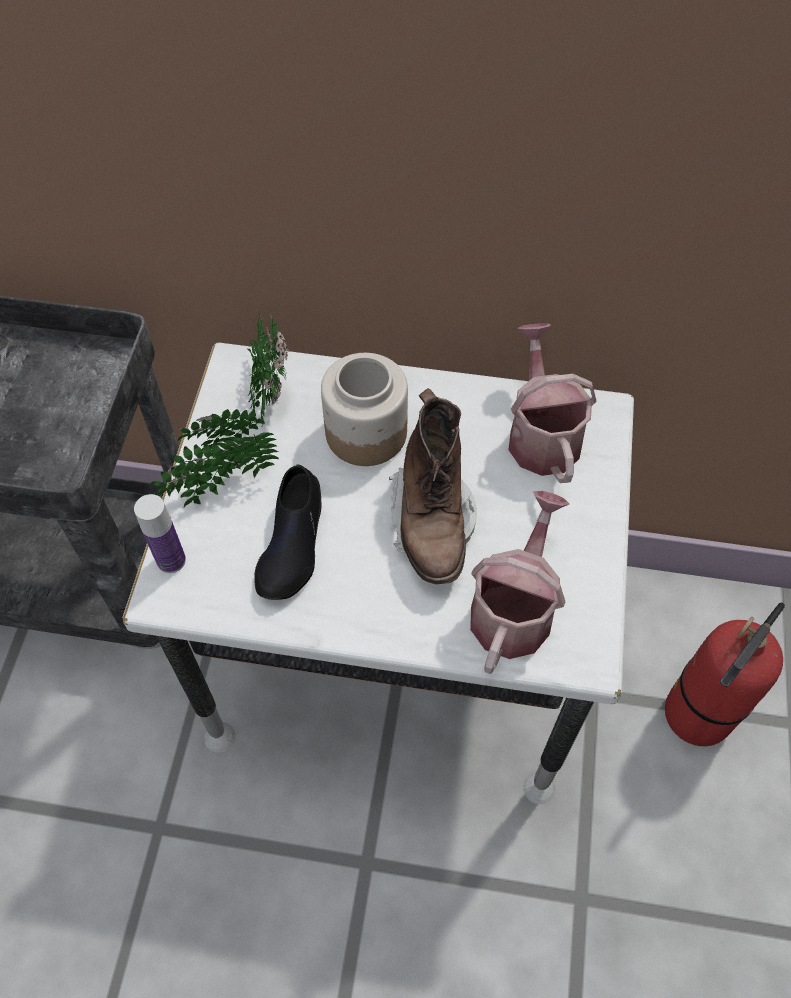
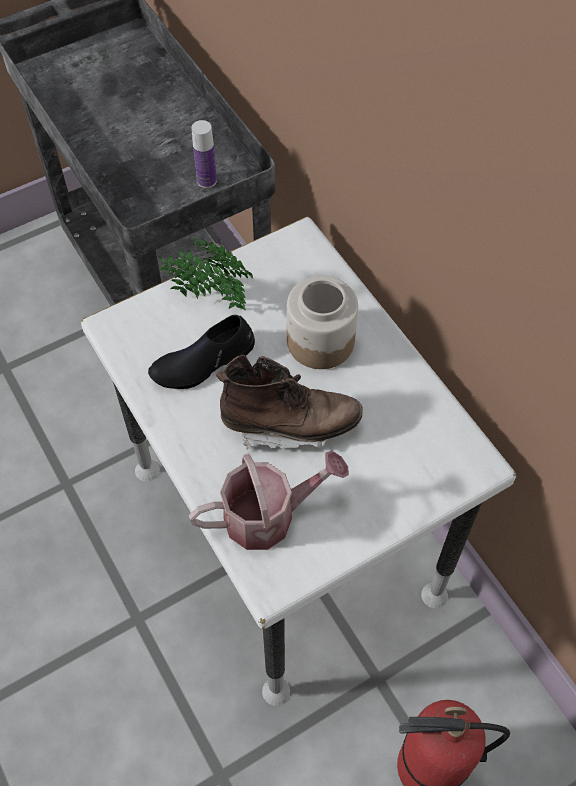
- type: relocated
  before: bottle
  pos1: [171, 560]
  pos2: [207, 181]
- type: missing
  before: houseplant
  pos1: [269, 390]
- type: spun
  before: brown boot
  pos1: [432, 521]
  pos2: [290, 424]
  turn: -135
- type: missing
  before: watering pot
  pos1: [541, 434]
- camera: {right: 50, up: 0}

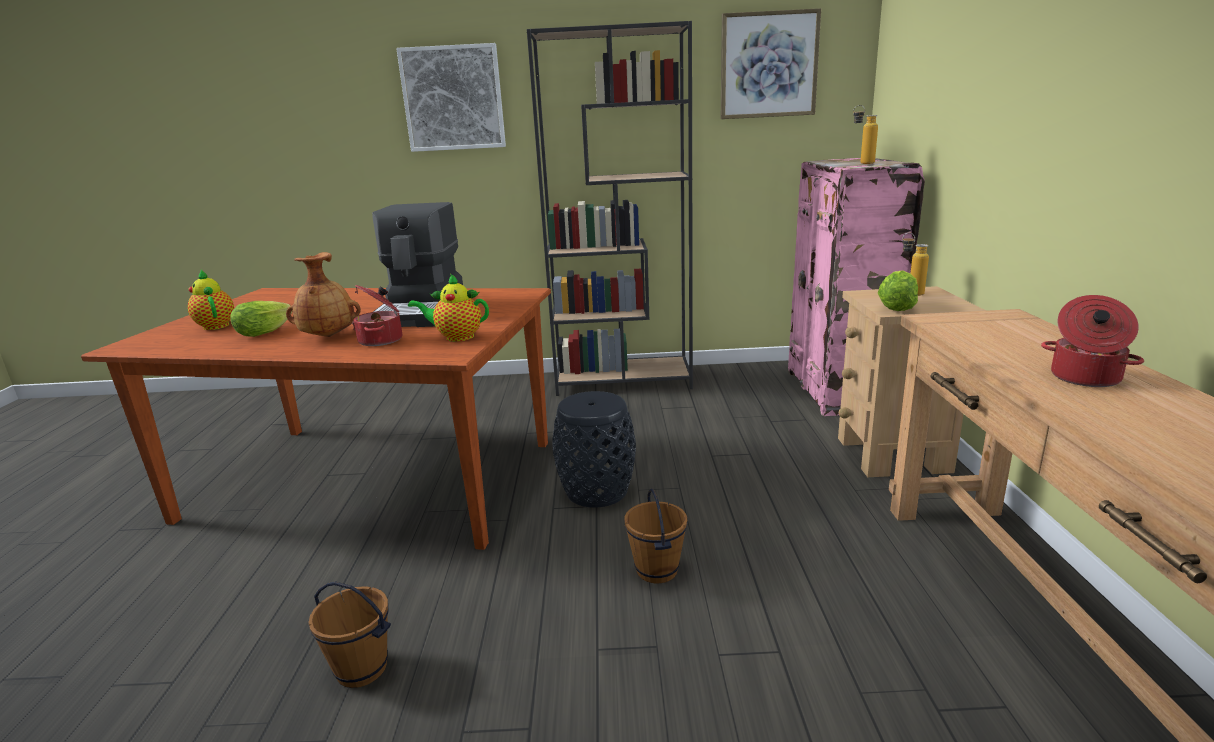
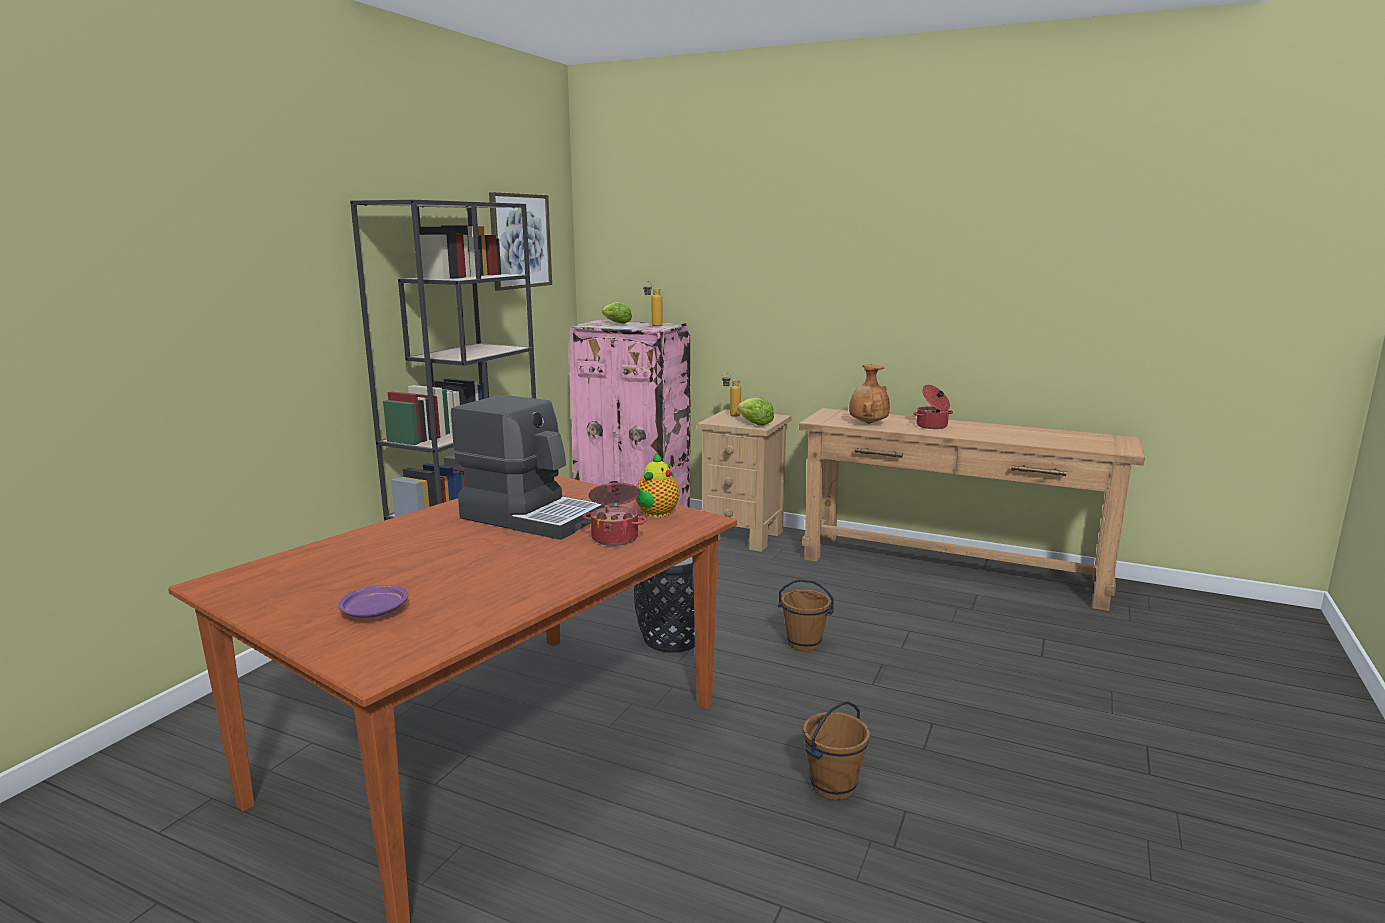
- type: exchanged
  before: teapot
  after: purple-coloured flat dish
  pos1: [215, 325]
  pos2: [375, 611]
- type: relocated
  before: head of lettuce
  pos1: [267, 331]
  pos2: [615, 323]
- type: relocated
  before: brown vase
  pos1: [329, 336]
  pos2: [867, 423]
- type: missing
  before: wall picture
  pos1: [453, 98]
- camera: {right: -65, up: -5}

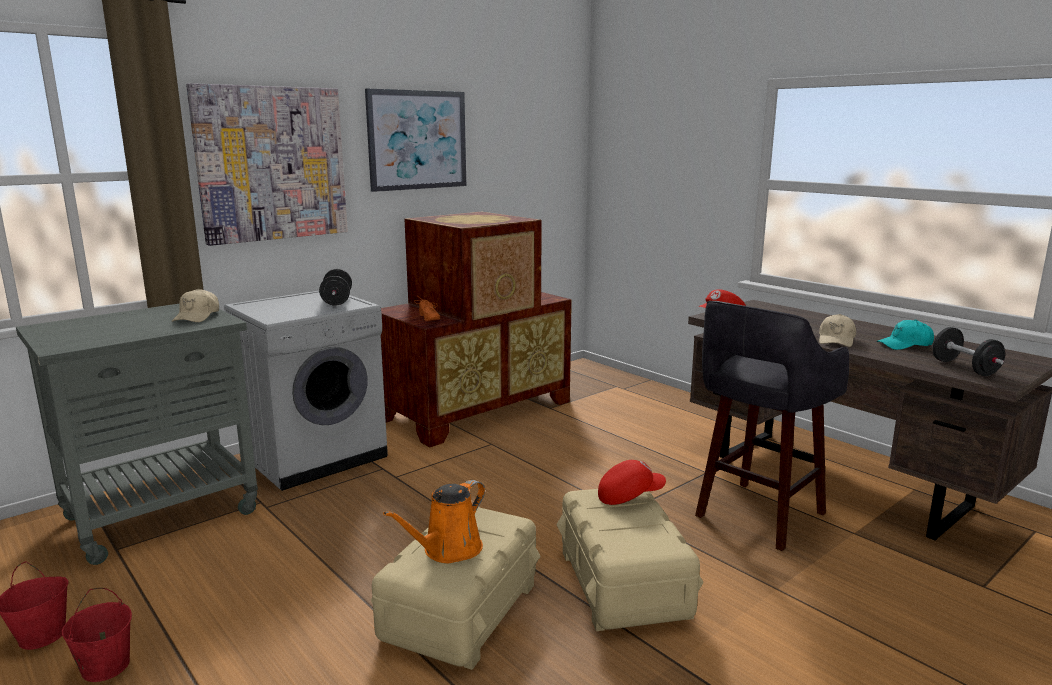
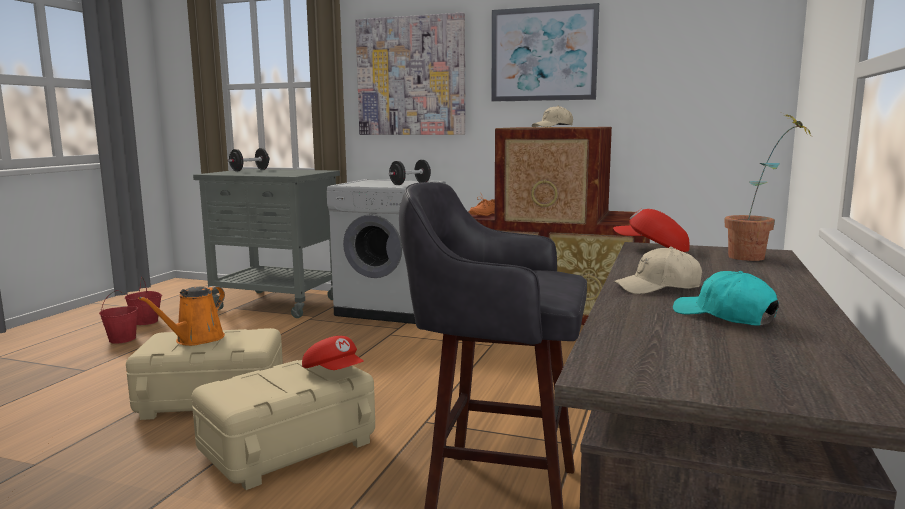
- type: relocated
  before: sand-coloured cap
  pos1: [197, 316]
  pos2: [553, 127]
- type: spun
  before: orange watering pot
  pos1: [448, 550]
  pos2: [196, 340]
  turn: -75
- type: relocated
  before: black dumbbell
  pos1: [964, 368]
  pos2: [250, 170]
- type: appeared
  after: houseplant
  pos2: [758, 258]
- camera: {right: 60, up: -5}

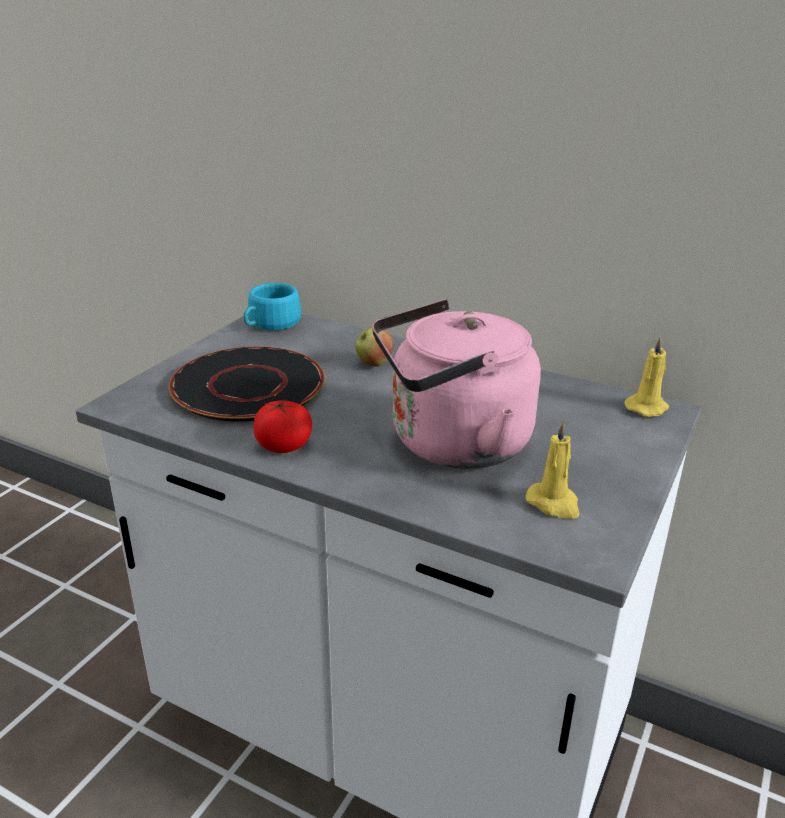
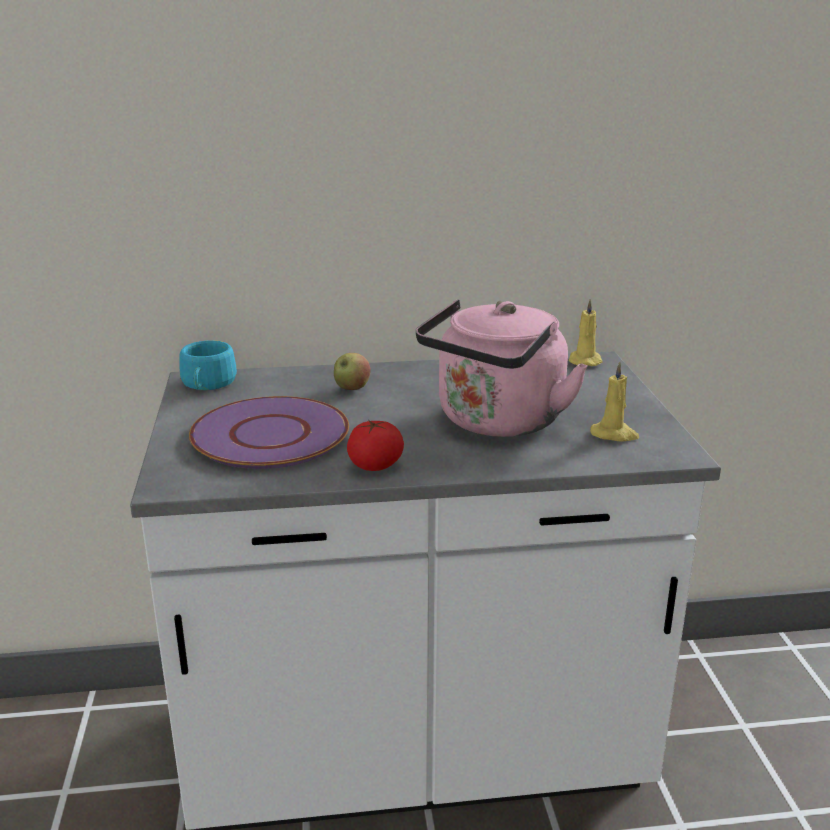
- type: colour
  before: black flat dish
  after: purple-coloured flat dish
  pos1: [247, 386]
  pos2: [269, 435]
- camera: {right: -35, up: -5}

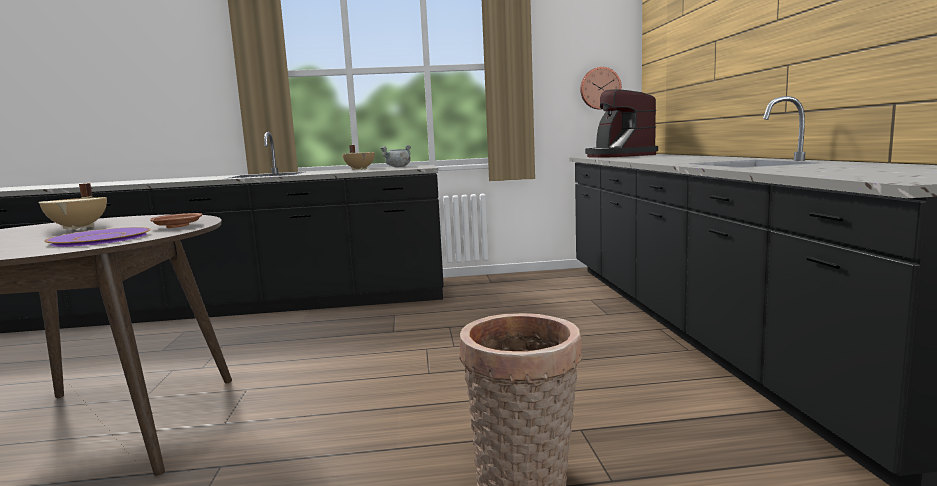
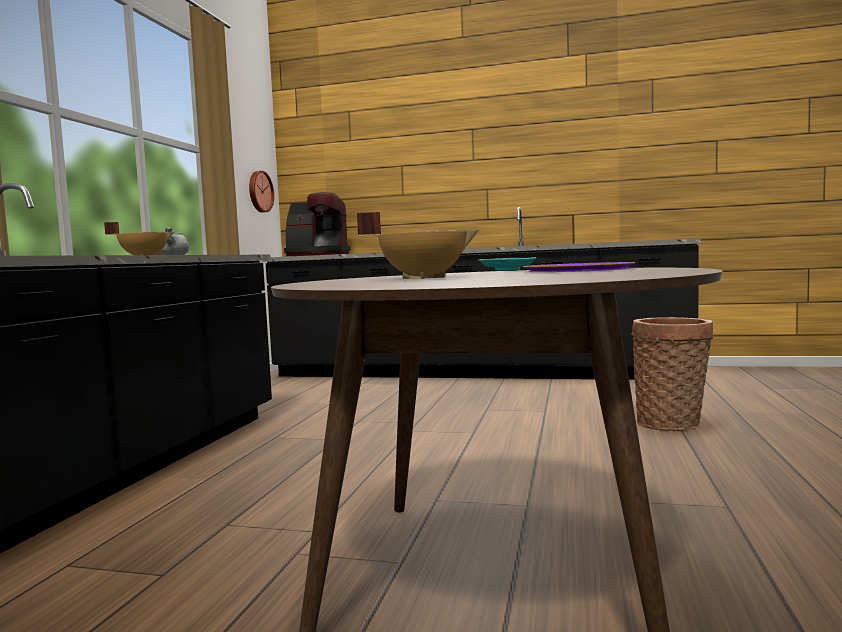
- type: colour
  before: brown flat dish
  after: blue-green flat dish
  pos1: [178, 226]
  pos2: [506, 271]
- camera: {right: -70, up: -5}

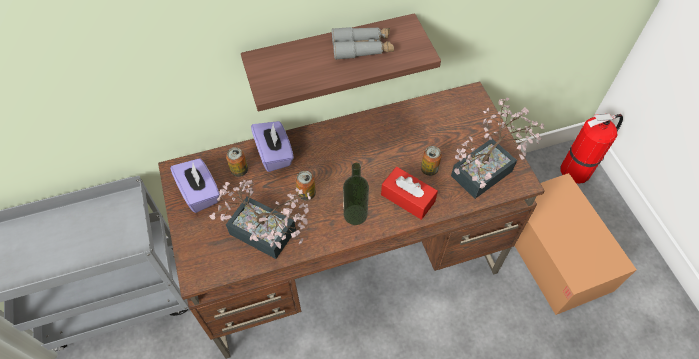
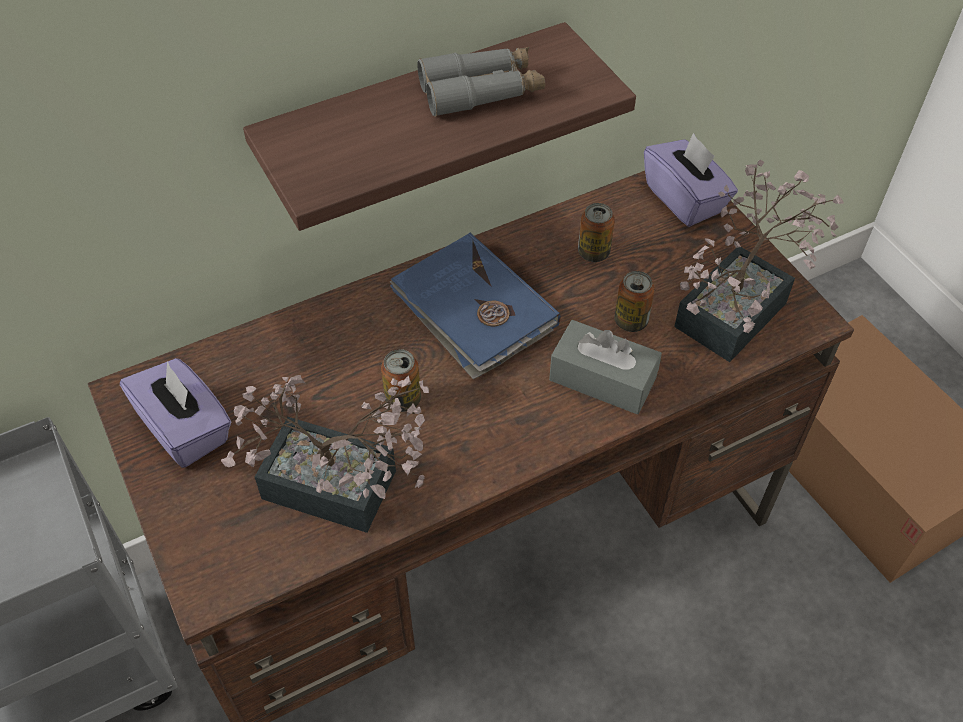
- type: relocated
  before: sealed can
  pos1: [239, 170]
  pos2: [593, 252]
- type: relocated
  before: purple-coloured box of tissues
  pos1: [274, 154]
  pos2: [685, 199]
- type: missing
  before: bottle
  pos1: [355, 214]
- type: colour
  before: red-coloured box of tissues
  after: gray box of tissues
  pos1: [407, 198]
  pos2: [602, 379]
- type: missing
  before: fire extinguisher
  pos1: [577, 170]
- type: appeared
  after: blue bound book
  pos2: [473, 310]
- camera: {right: -10, up: -5}

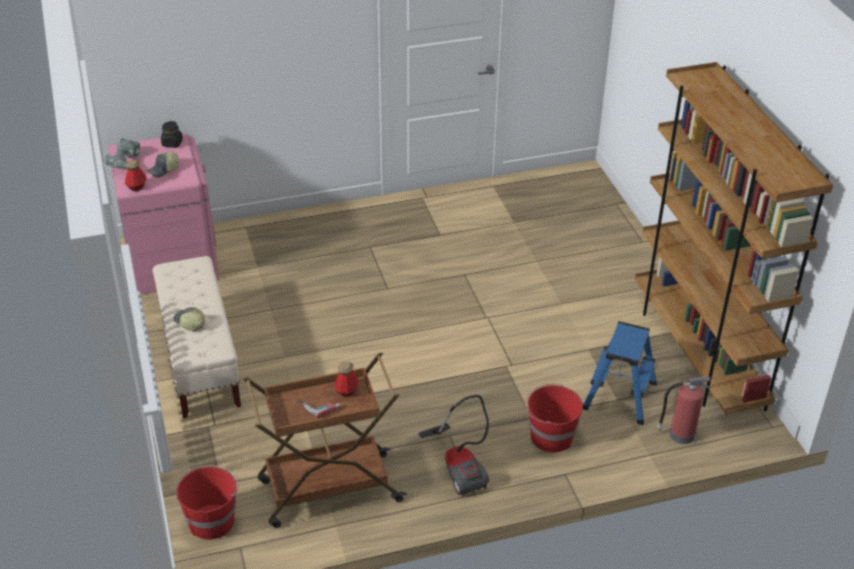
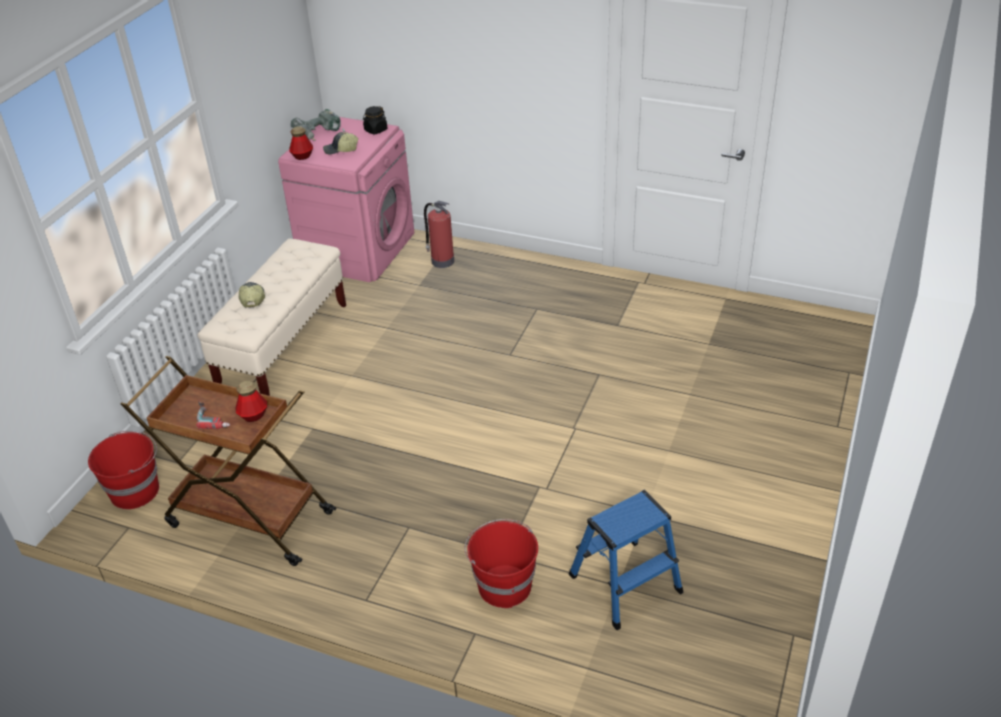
- type: missing
  before: vacuum cleaner
  pos1: [461, 466]
- type: missing
  before: brown bookshelf
  pos1: [698, 353]
- type: relocated
  before: fire extinguisher
  pos1: [680, 434]
  pos2: [442, 260]
- camera: {right: 40, up: 0}

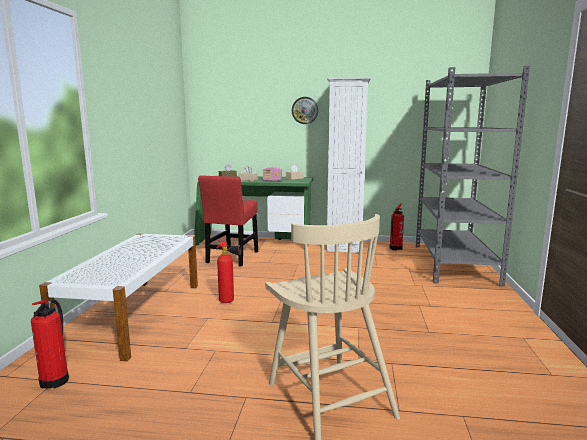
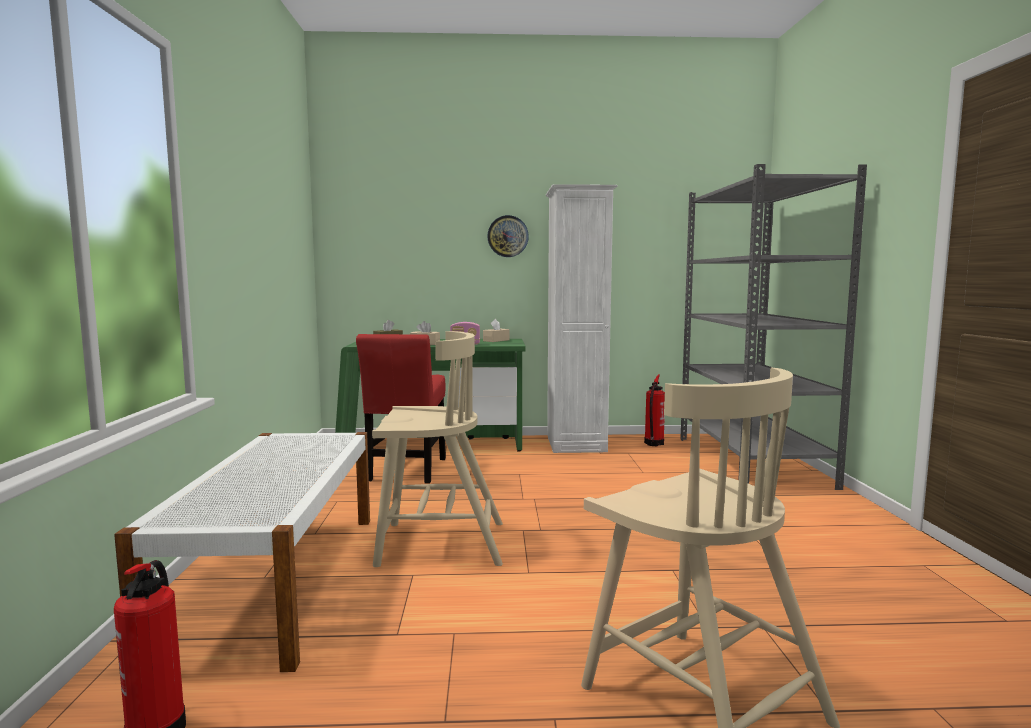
- type: exchanged
  before: fire extinguisher
  after: sand-coloured plain chair
  pos1: [230, 302]
  pos2: [438, 543]
- camera: {right: -10, up: -5}

